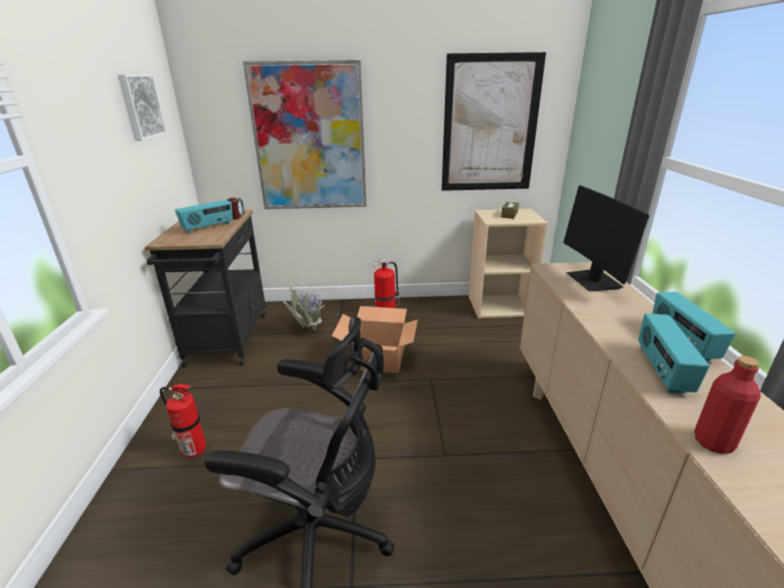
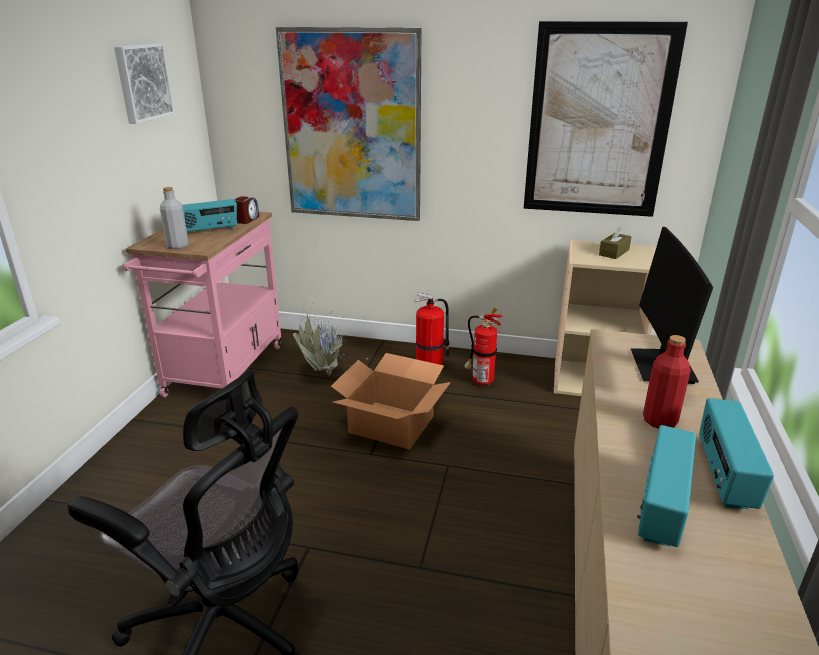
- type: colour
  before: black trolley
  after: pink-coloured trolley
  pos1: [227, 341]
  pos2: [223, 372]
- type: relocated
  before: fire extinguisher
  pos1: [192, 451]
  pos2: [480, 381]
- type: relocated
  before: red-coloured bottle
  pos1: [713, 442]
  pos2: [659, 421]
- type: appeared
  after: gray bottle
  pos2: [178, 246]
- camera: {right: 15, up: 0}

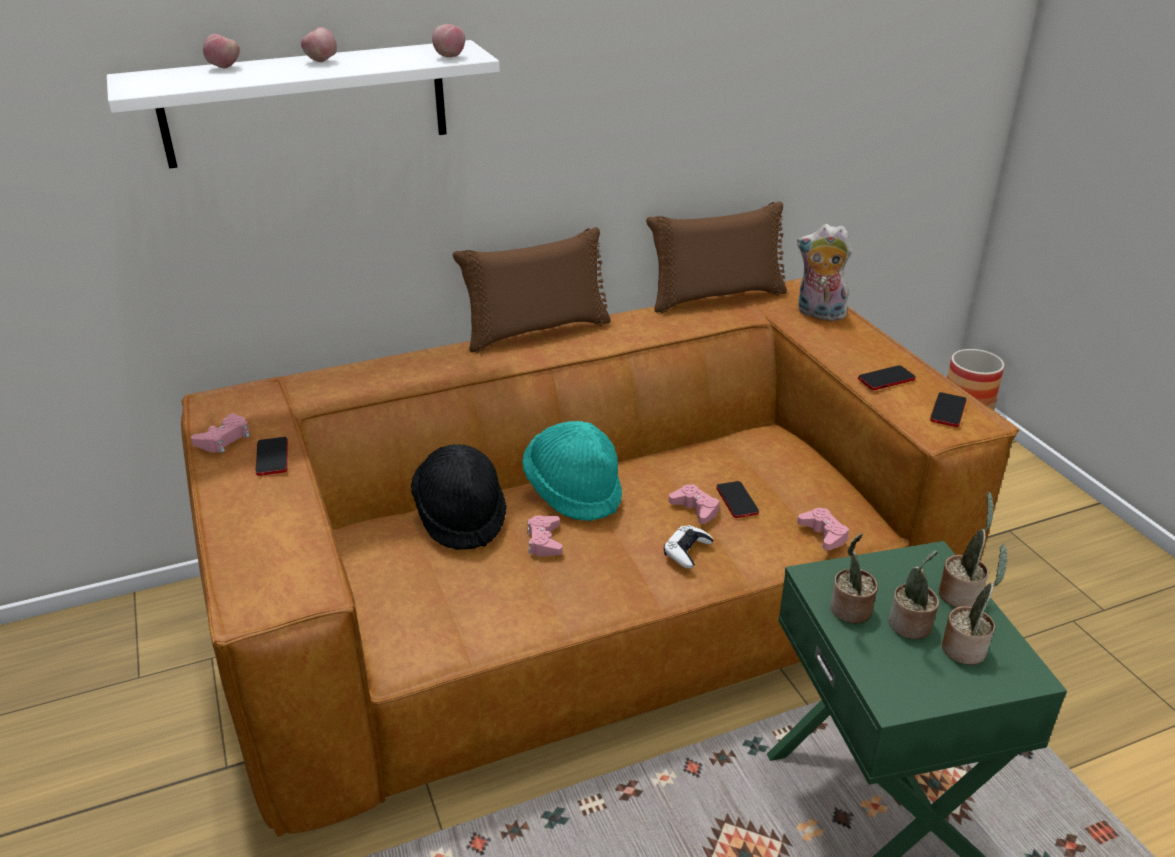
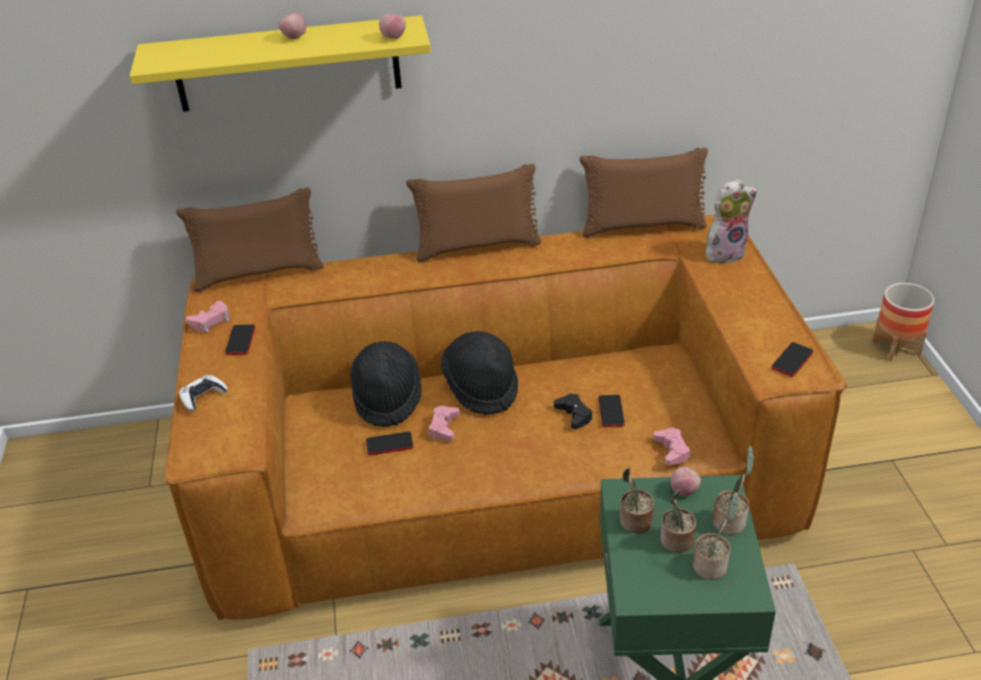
- type: colour
  before: white-coloured shelf
  after: yellow-coloured shelf
  pos1: [306, 104]
  pos2: [287, 64]
- type: relocated
  before: apple
  pos1: [224, 68]
  pos2: [684, 491]
- type: colour
  before: blue-green wearable hat
  after: black wearable hat
  pos1: [574, 491]
  pos2: [481, 387]
- type: relocated
  before: white-coloured gamepad
  pos1: [687, 551]
  pos2: [203, 396]
- type: colour
  before: pink-coloured gamepad
  after: black gamepad
  pos1: [695, 509]
  pos2: [574, 415]
- type: spun
  before: soft toy
  pos1: [818, 314]
  pos2: [725, 252]
  turn: 120
- type: relocated
  before: phone
  pos1: [886, 379]
  pos2: [389, 444]
- type: appeared
  after: brown pillow
  pos2: [259, 273]
- camera: {right: 15, up: 5}

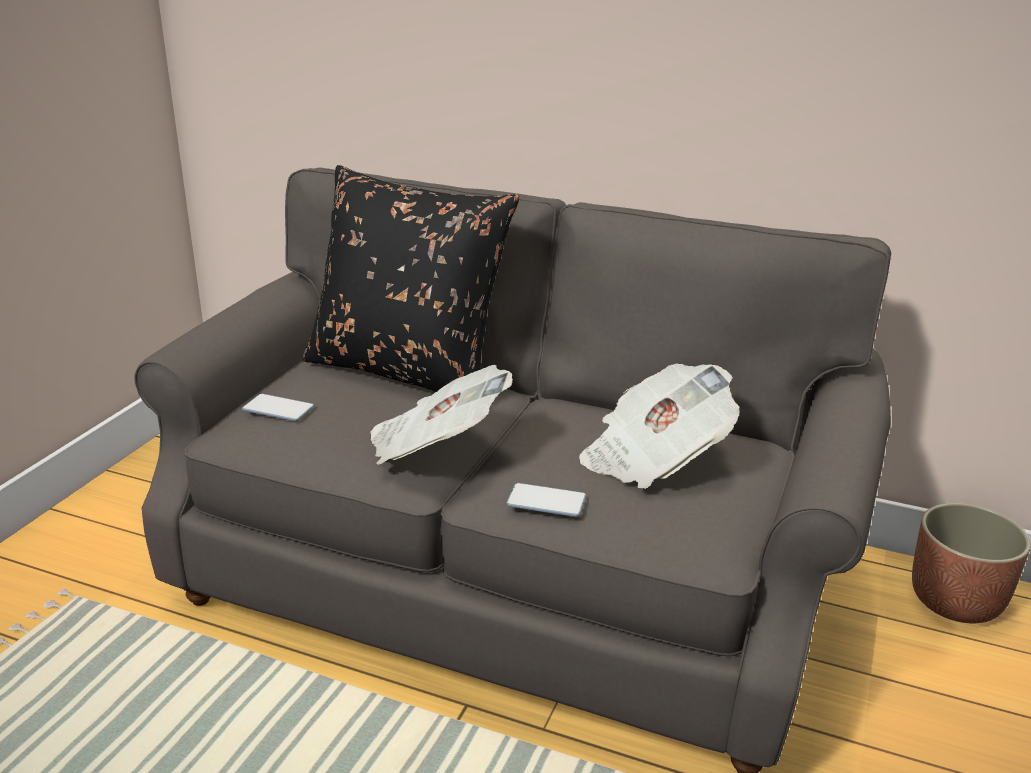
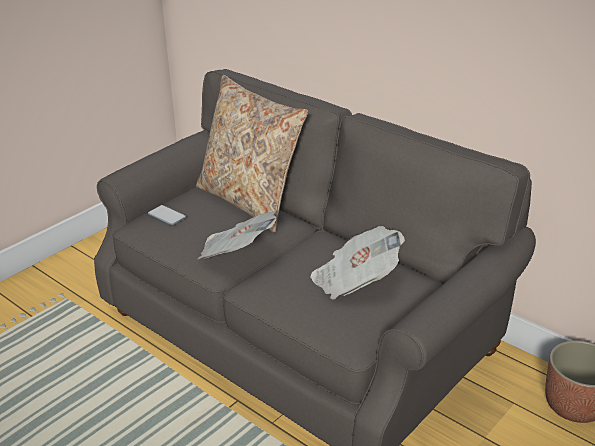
- type: colour
  before: black pillow
  after: sand-coloured pillow
  pos1: [407, 370]
  pos2: [250, 201]
- type: missing
  before: phone
  pos1: [546, 502]
- camera: {right: 20, up: 5}

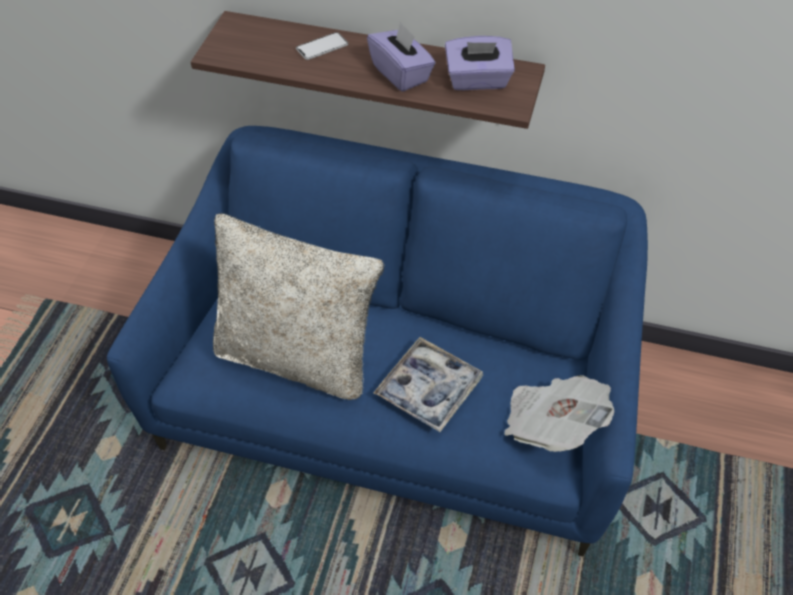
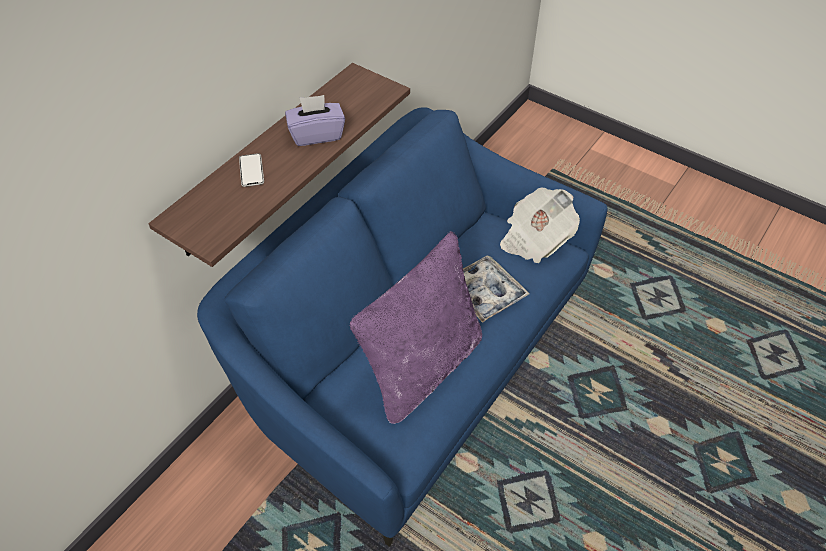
- type: colour
  before: sand-coloured pillow
  after: purple-coloured pillow
  pos1: [297, 361]
  pos2: [424, 369]
- type: missing
  before: purple-coloured box of tissues
  pos1: [478, 81]
- camera: {right: -70, up: 0}

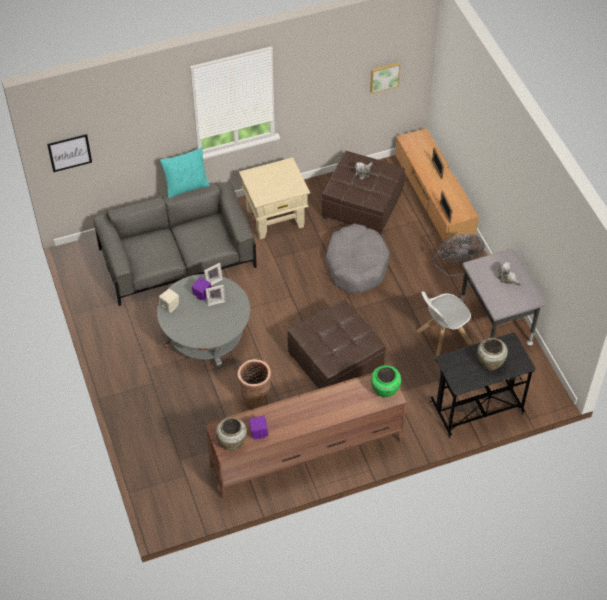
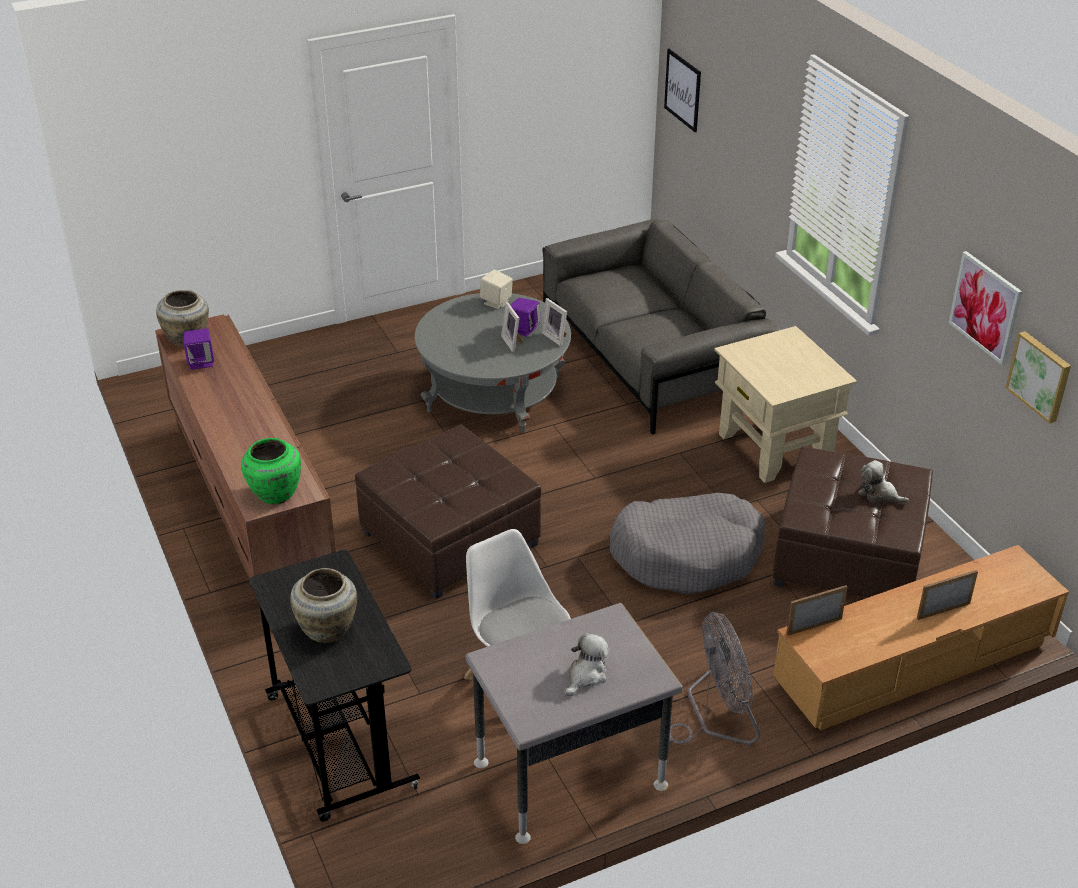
- type: missing
  before: blue-green pillow
  pos1: [186, 187]
- type: missing
  before: basket
  pos1: [255, 398]
- type: appeared
  after: wall picture
  pos2: [985, 307]
- camera: {right: 85, up: -15}

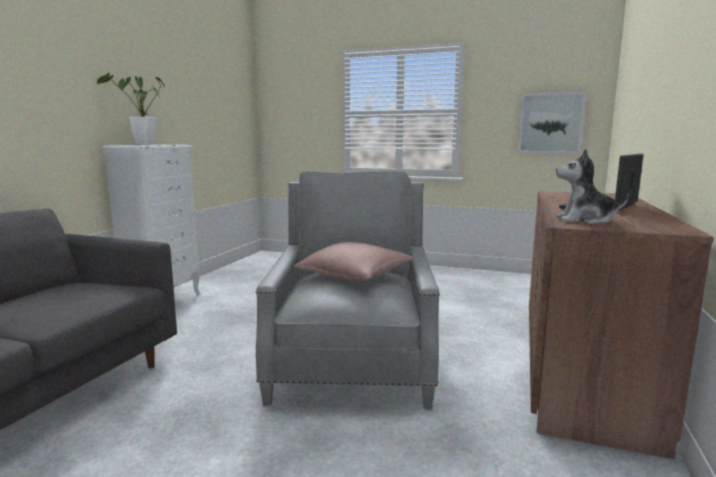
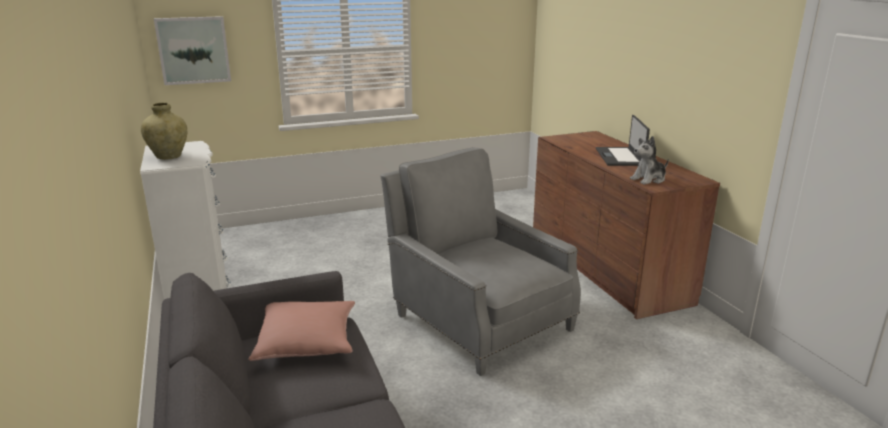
- type: exchanged
  before: houseplant
  after: sand-coloured vase
  pos1: [142, 144]
  pos2: [168, 156]
- type: relocated
  before: pink-coloured pillow
  pos1: [355, 276]
  pos2: [307, 342]
- type: relocated
  before: wall picture
  pos1: [550, 123]
  pos2: [193, 50]
- camera: {right: -40, up: 10}

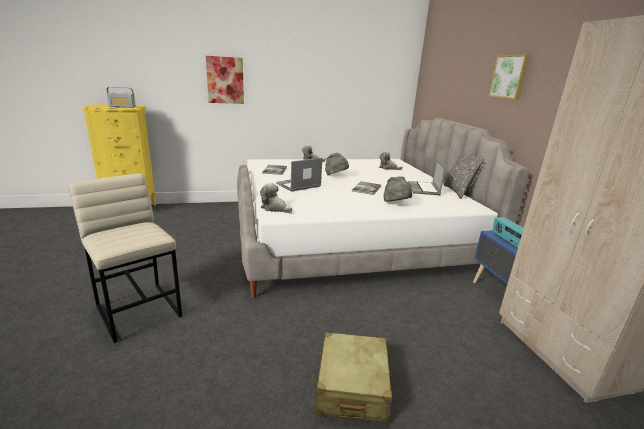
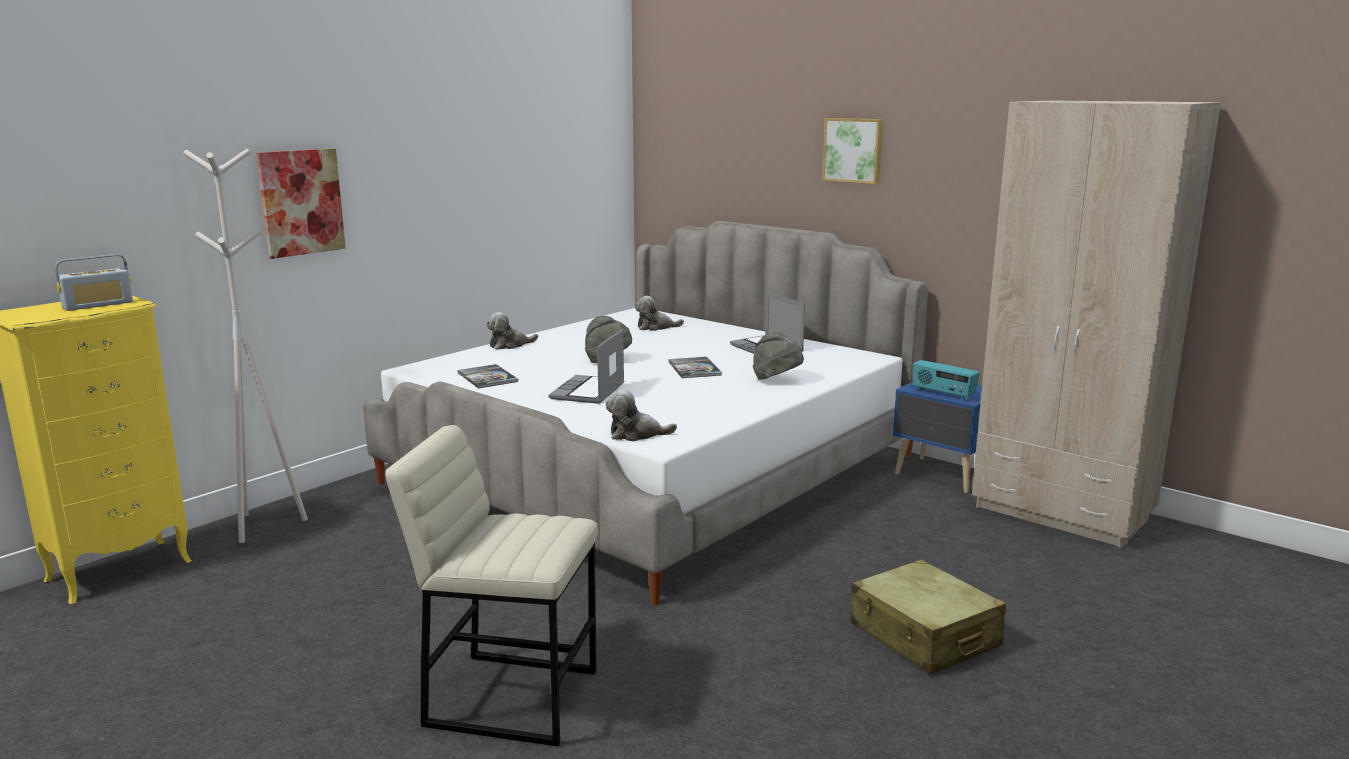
- type: missing
  before: pillow
  pos1: [458, 192]
- type: appeared
  after: gray garment stand
  pos2: [265, 525]
- camera: {right: -35, up: -5}

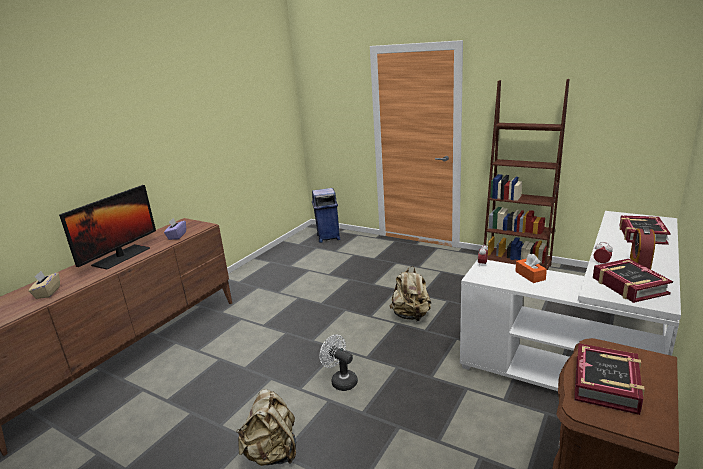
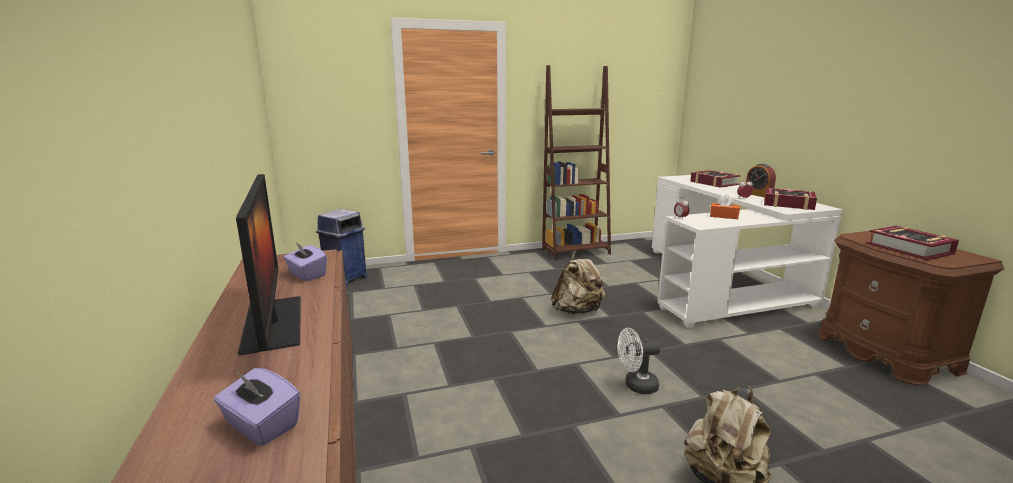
- type: colour
  before: sand-coloured box of tissues
  after: purple-coloured box of tissues
  pos1: [47, 293]
  pos2: [261, 426]
- camera: {right: -50, up: -5}

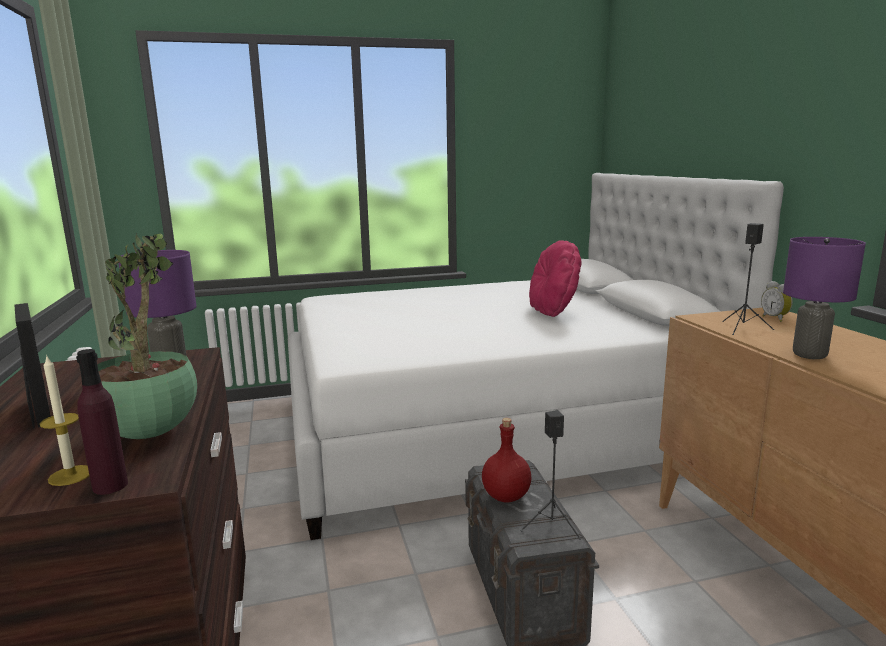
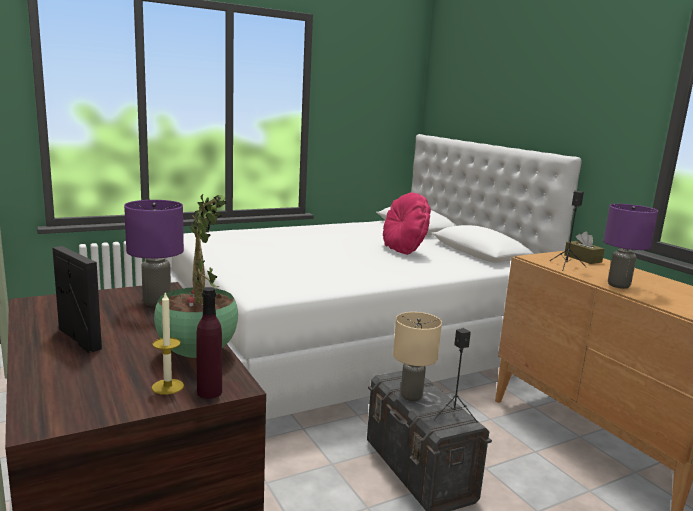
- type: exchanged
  before: red-coloured bottle
  after: sand-coloured lamp for a table
  pos1: [505, 496]
  pos2: [411, 396]
- type: exchanged
  before: table clock
  after: brown box of tissues
  pos1: [775, 318]
  pos2: [582, 258]
- camera: {right: -15, up: 0}

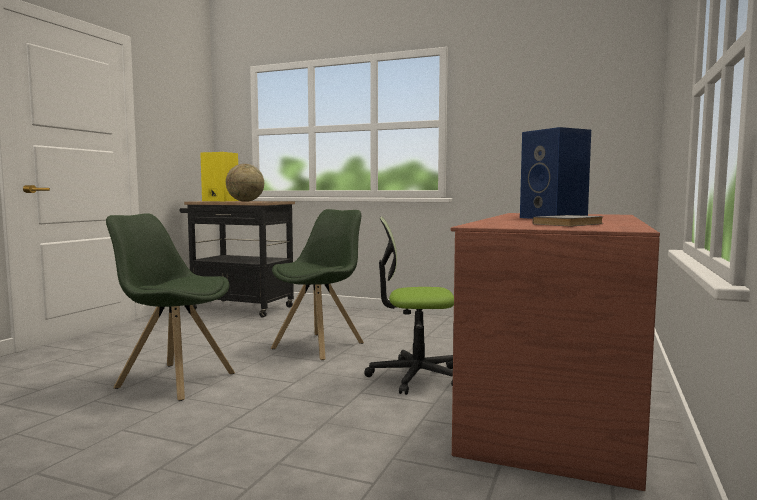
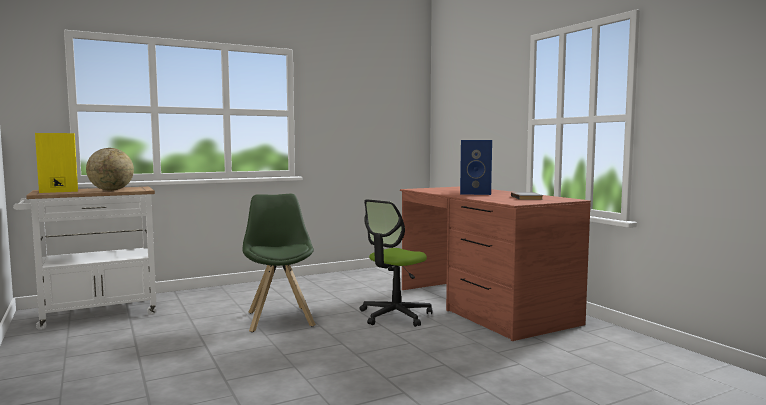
- type: missing
  before: green-coloured plain chair
  pos1: [175, 380]
- type: colour
  before: black trolley
  after: white-coloured trolley
  pos1: [239, 308]
  pos2: [94, 314]
- camera: {right: -50, up: 0}

